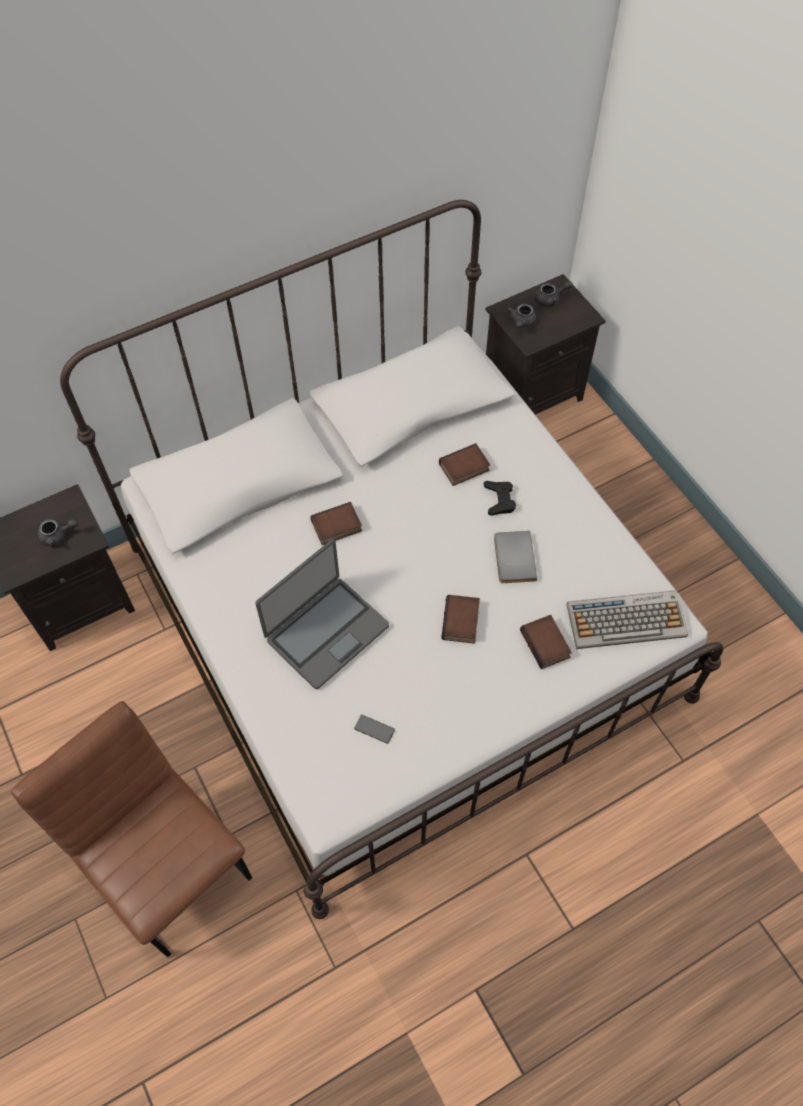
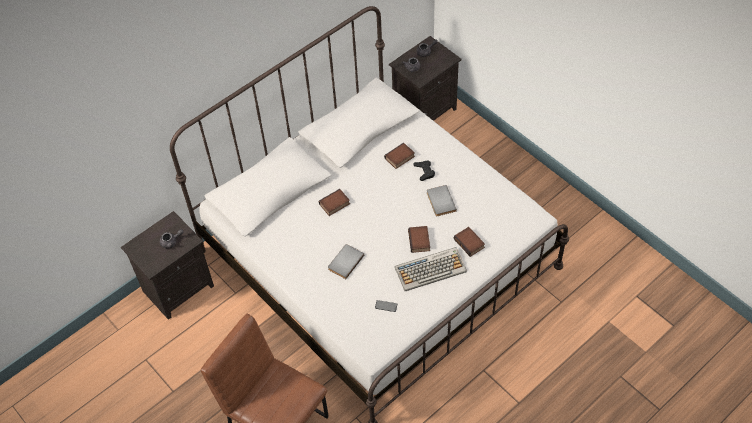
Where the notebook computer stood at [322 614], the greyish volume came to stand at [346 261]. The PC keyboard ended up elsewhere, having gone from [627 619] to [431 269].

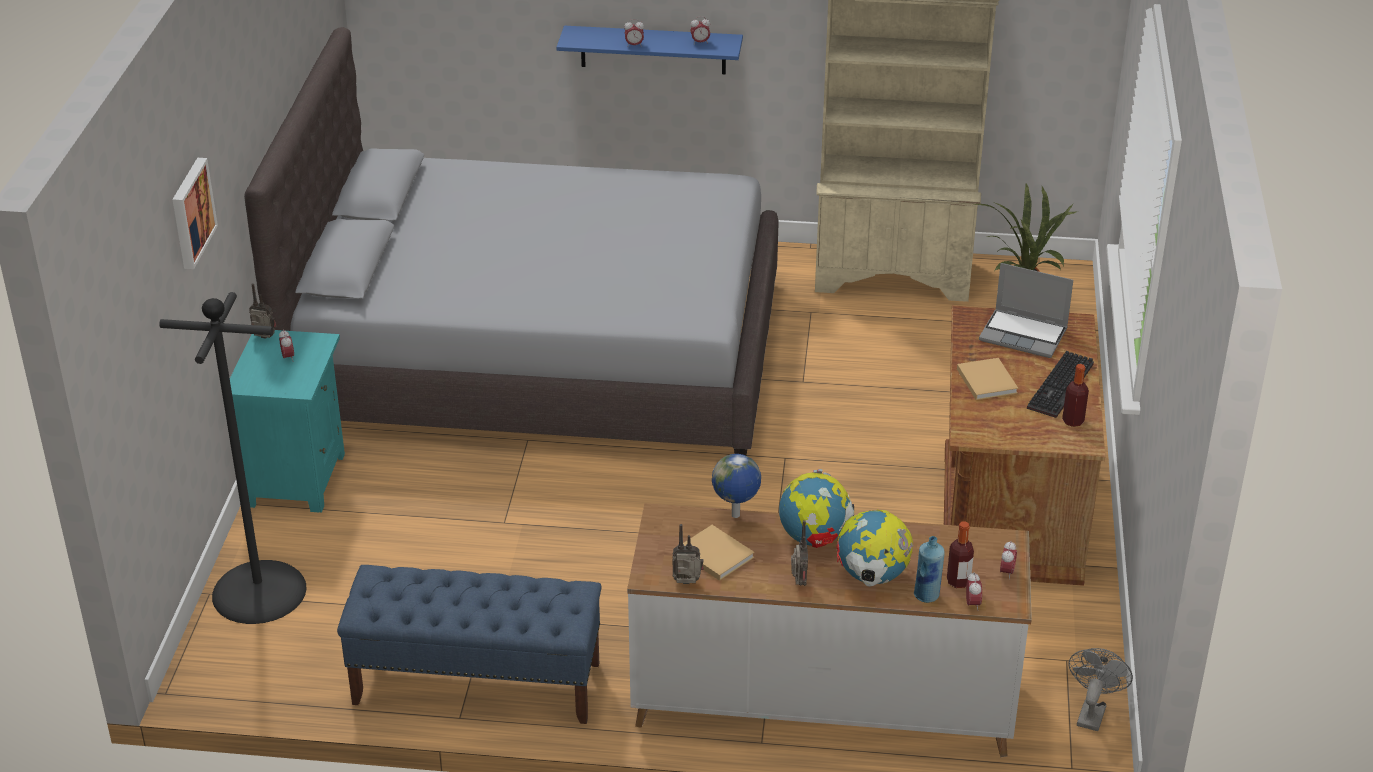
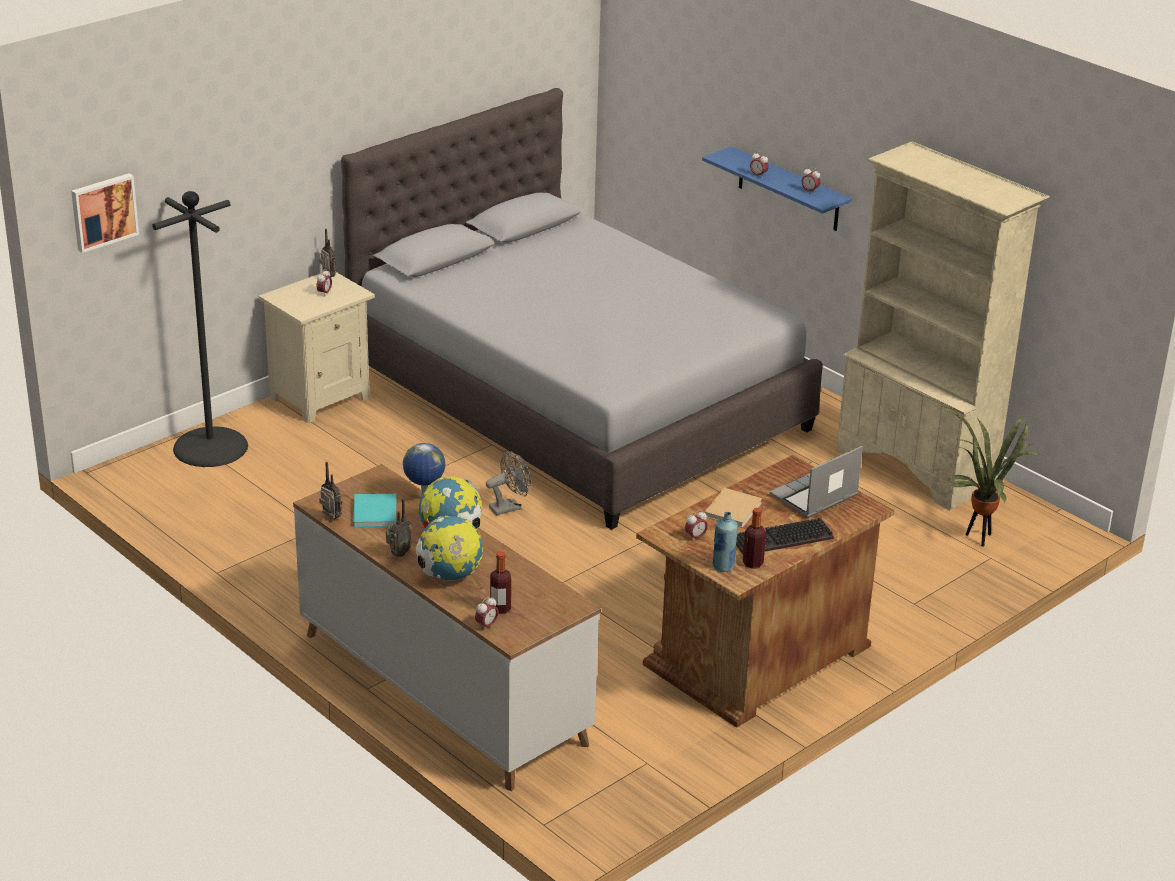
The wall picture ended up elsewhere, having gone from [195 213] to [105 213]. What was the blue-green bedside table at [287 421] turned into the sand-coloured bedside table at [317 347]. The second view lost the bluish bench at [469 644]. What was the sand-coloured volume at [718 553] turned into the blue-green volume at [374 510]. The bluish bottle ended up elsewhere, having gone from [929 569] to [725 542]. The notebook computer at [1026 310] ended up facing another way, 75 degrees clockwise from before. The bedside clock ended up elsewhere, having gone from [1008 560] to [696 526]. The greyish electric fan ended up elsewhere, having gone from [1100 689] to [508 482].

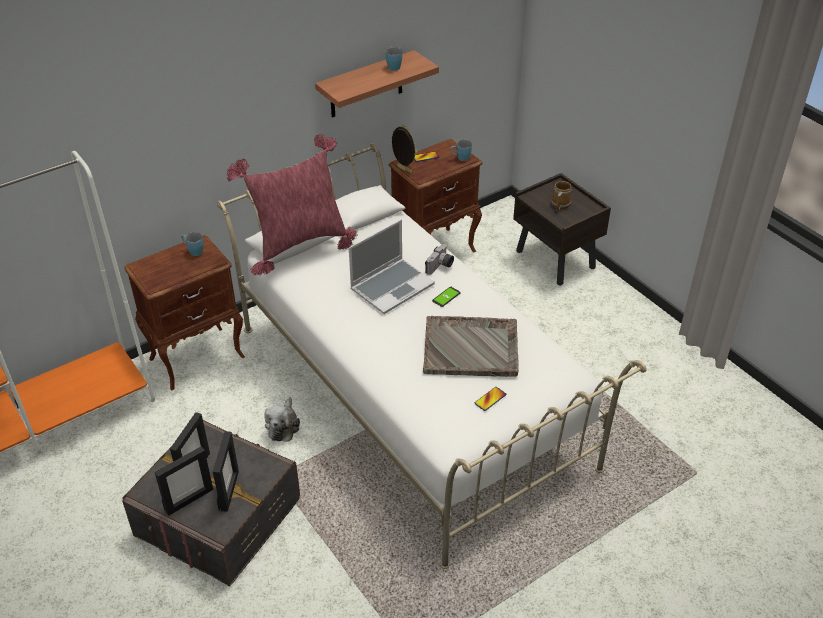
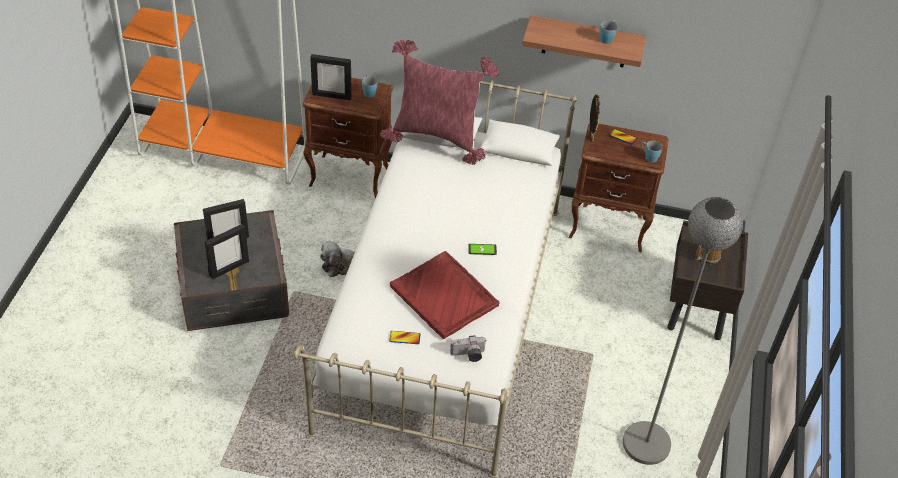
The standing frame ended up elsewhere, having gone from [184 481] to [331 77]. The second view lost the notebook computer at [392 266]. What was the greyish carrying tray at [471 346] turned into the reddish carrying tray at [445 295]. The photo camera ended up elsewhere, having gone from [439 259] to [468 348]. The second view gained the greyish standing lamp at [683 331].

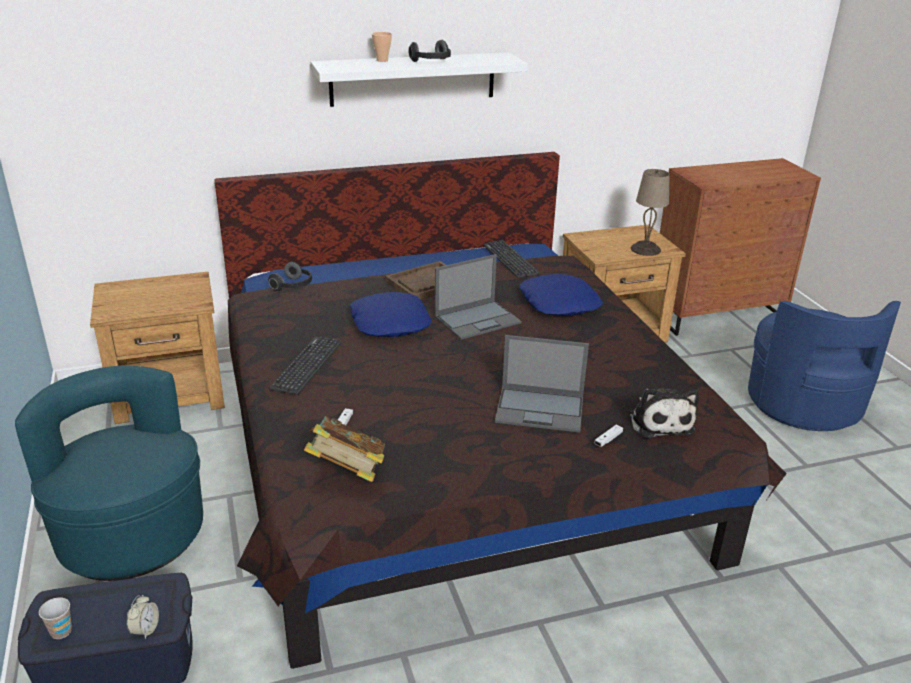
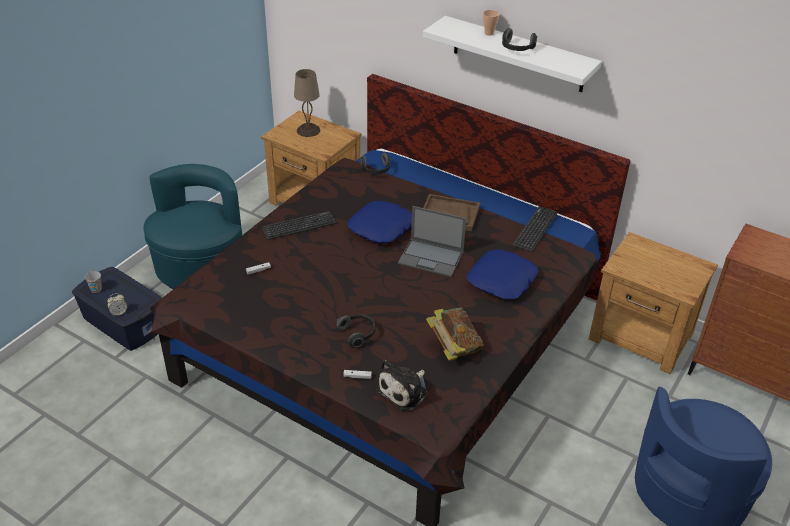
The volume ended up elsewhere, having gone from [344 449] to [455 334]. Where the notebook computer stood at [542 384], the headset came to stand at [356 330]. The sand-coloured table lamp ended up elsewhere, having gone from [650 212] to [307 103].

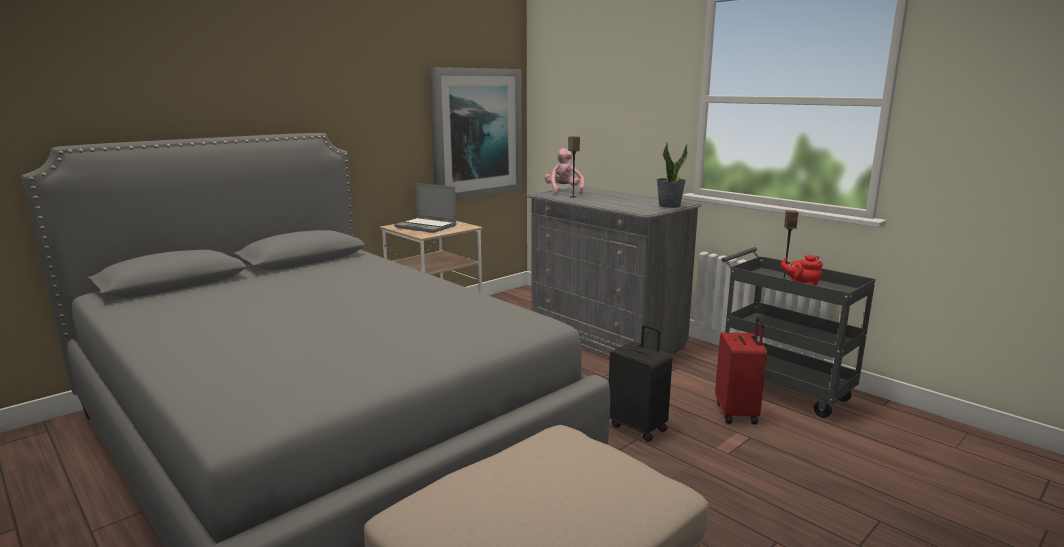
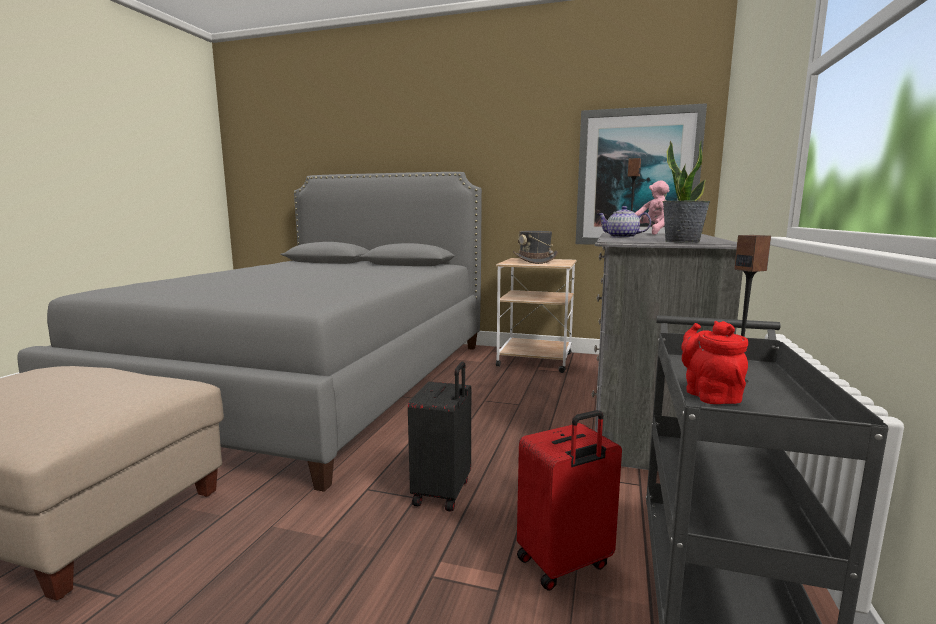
Where the notebook computer stood at [425 208], the greyish clothing hat came to stand at [535 247]. The second view gained the pot for tea at [624 222].

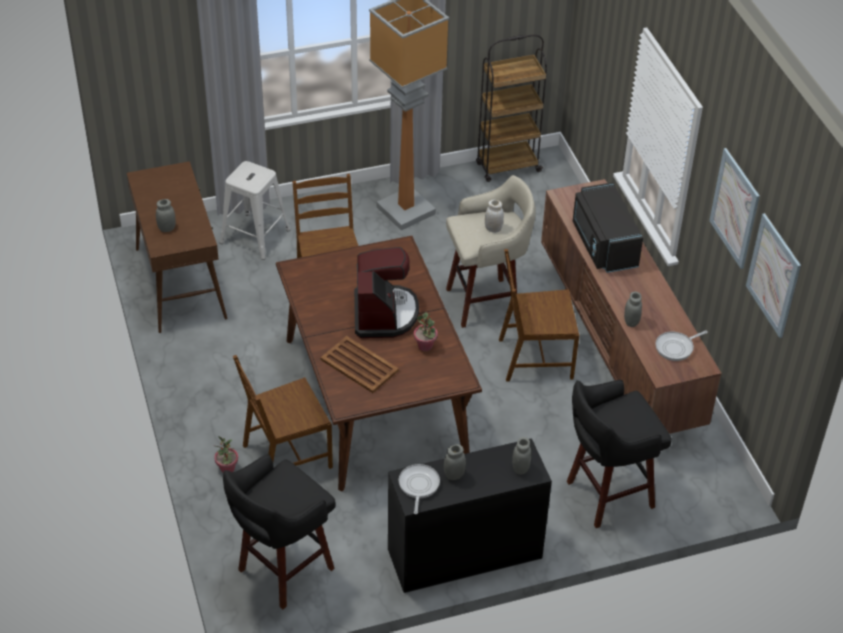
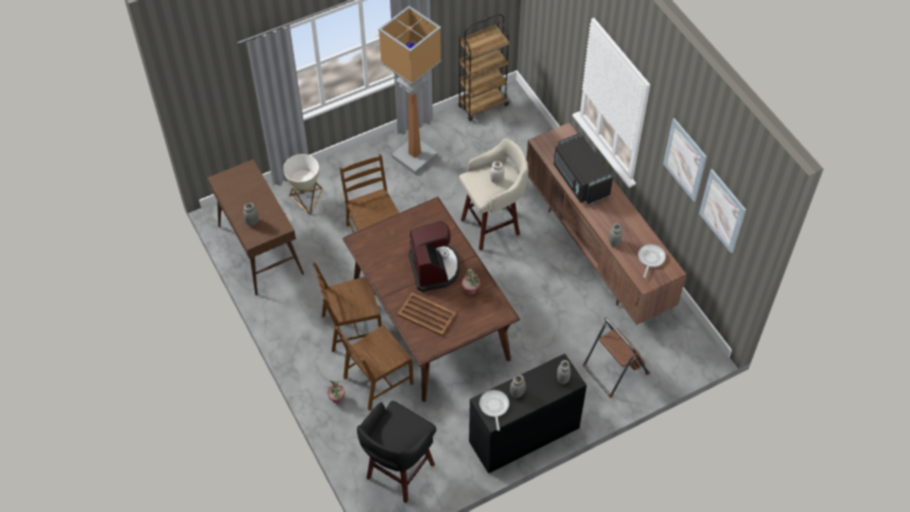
Where the white sitting stool stood at [255 210], the plant pot came to stand at [302 184]. The brown chair ended up elsewhere, having gone from [539 315] to [346 307]. Where the black-coloured sitting stool stood at [619 454], the brown step stool came to stand at [617 357]. The frying pan at [682 345] ended up facing another way, 150 degrees clockwise from before.

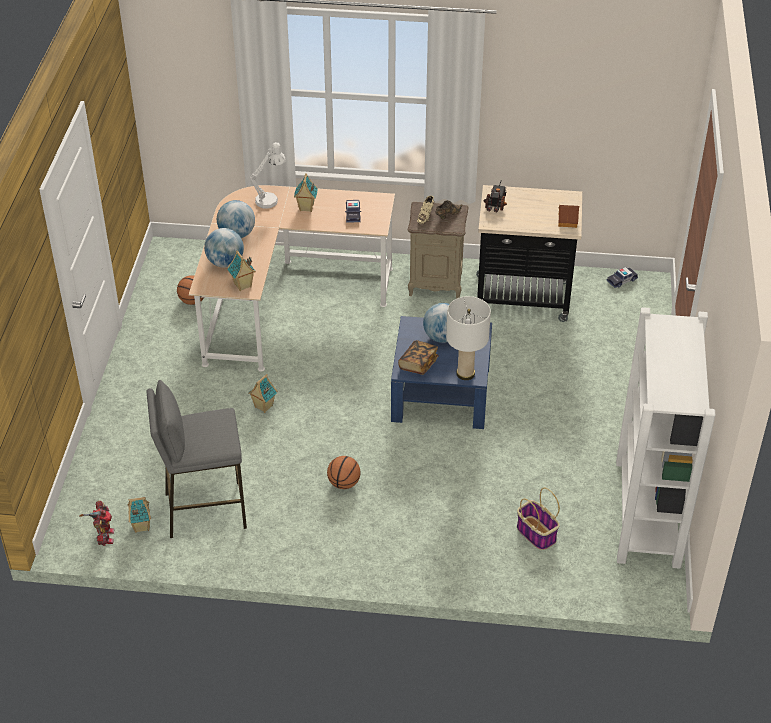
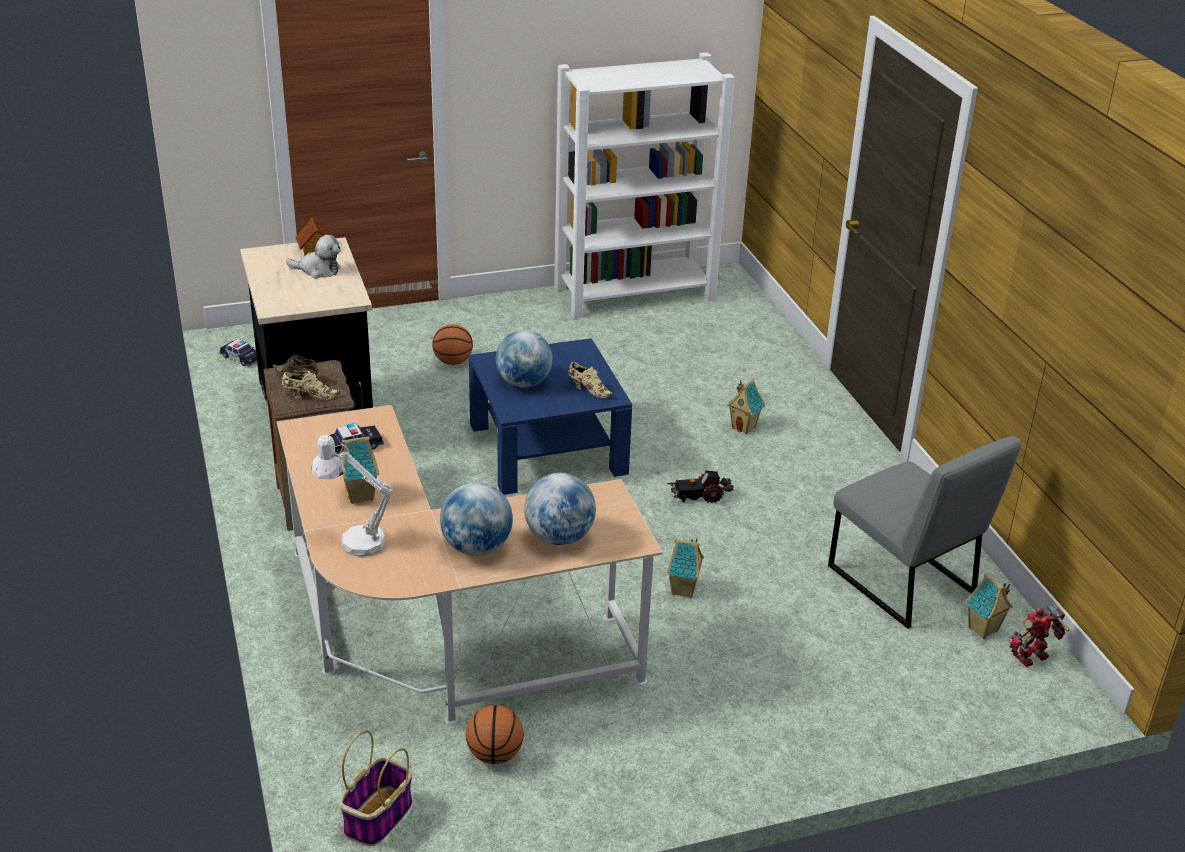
Where the greyish sitting stool stood at [196 459], the greyish chair came to stand at [925 532]. The model house ended up elsewhere, having gone from [241 271] to [746 406]. The ball for basketball ended up elsewhere, having gone from [344 472] to [452 344]. Where the volume stood at [418 357], the sand-coloured item of footwear came to stand at [590 380]. The second view lost the white table lamp at [468 338]. The model truck ended up elsewhere, having gone from [495 197] to [700 486]. The household basket ended up elsewhere, having gone from [538 519] to [375 788]. The second view gained the cuddly toy at [313 256].

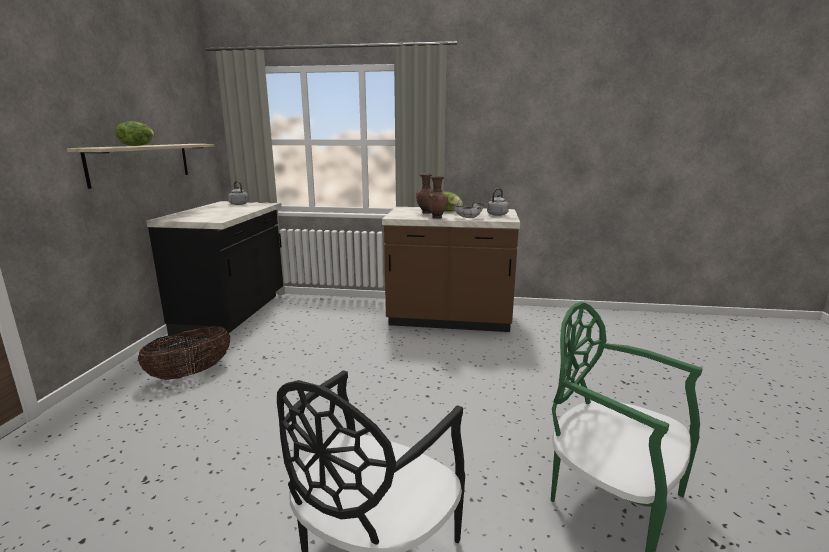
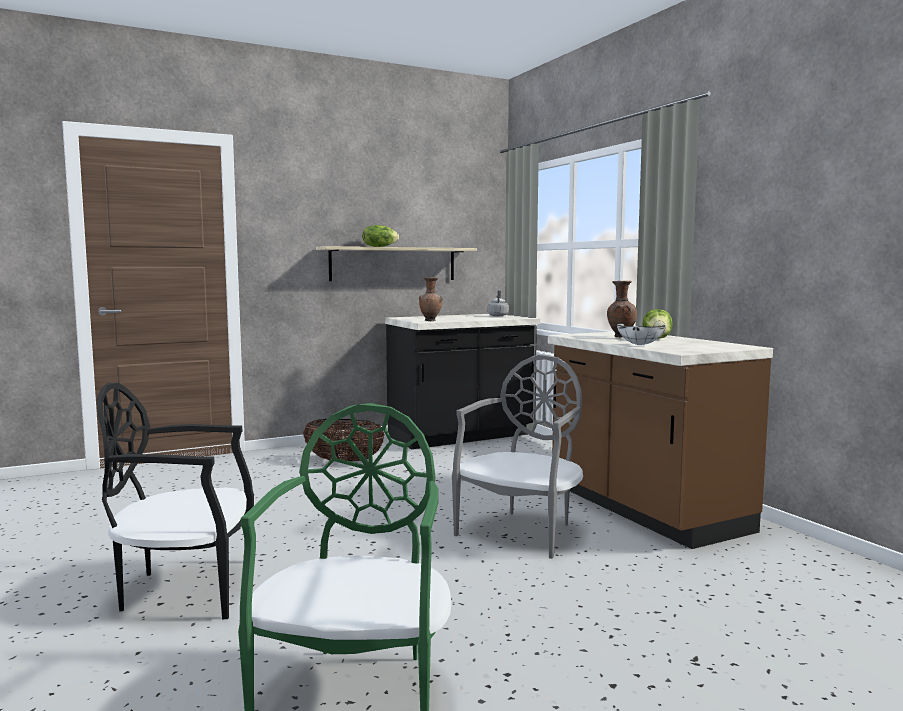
The brown decorative vase ended up elsewhere, having gone from [437 197] to [431 299]. The second view lost the greyish water kettle at [497 202]. The second view gained the greyish chair at [517 457].

